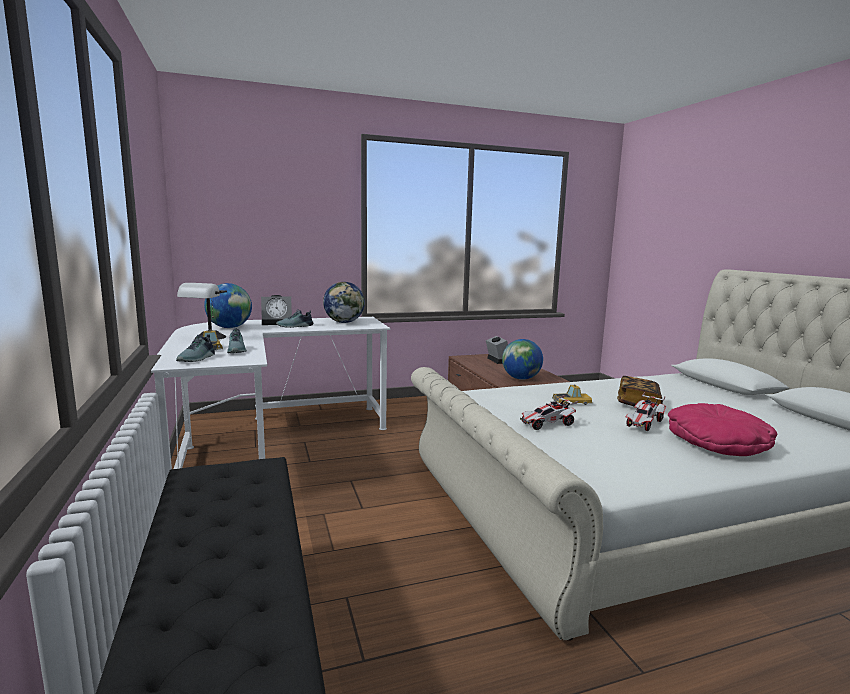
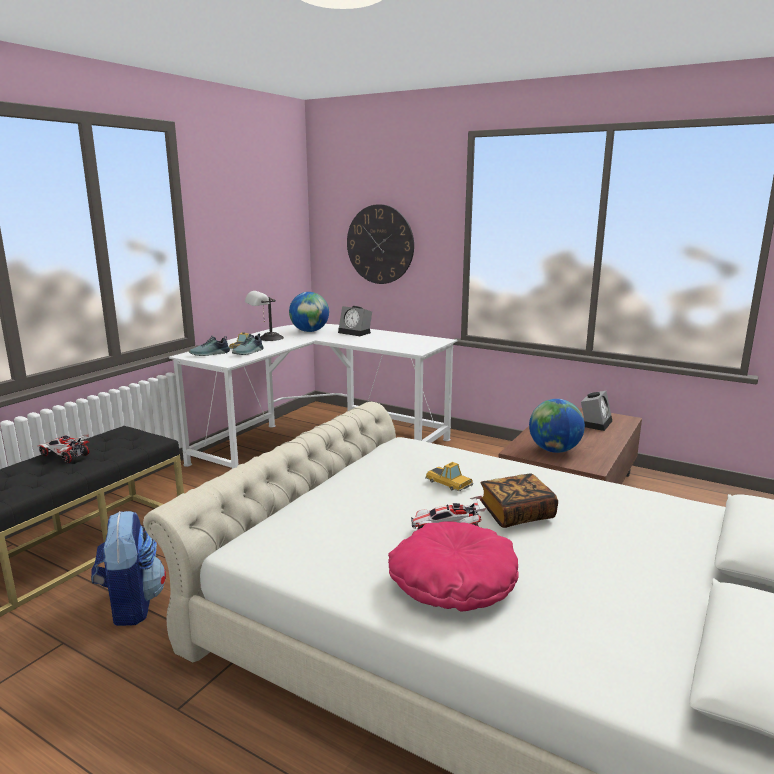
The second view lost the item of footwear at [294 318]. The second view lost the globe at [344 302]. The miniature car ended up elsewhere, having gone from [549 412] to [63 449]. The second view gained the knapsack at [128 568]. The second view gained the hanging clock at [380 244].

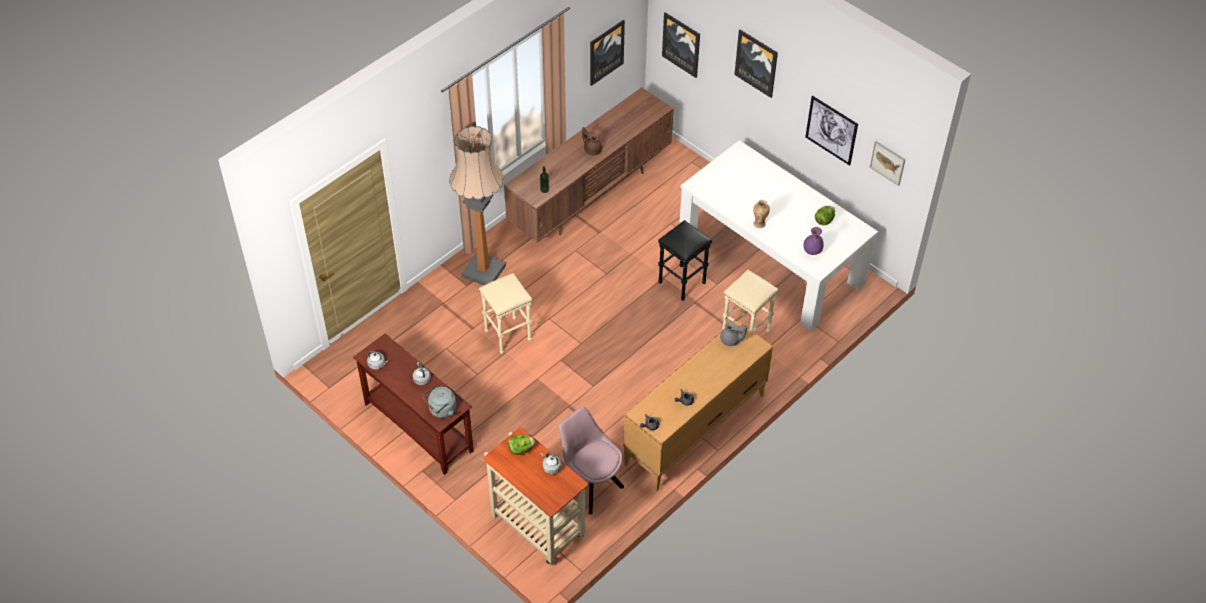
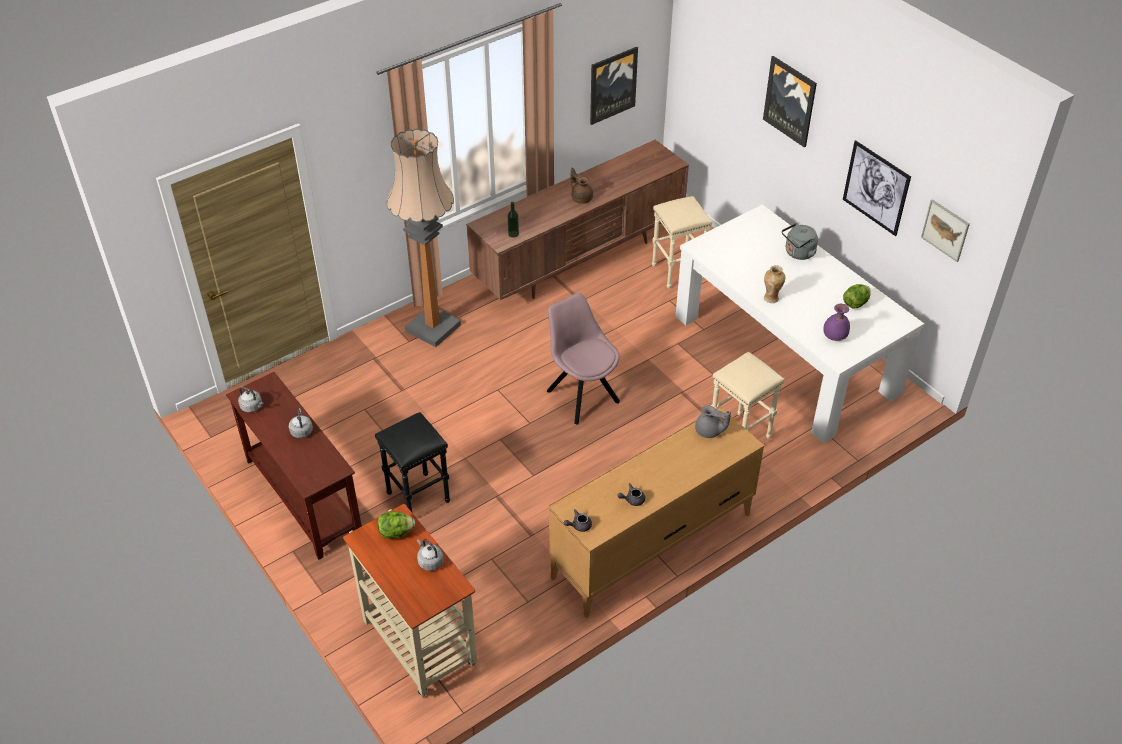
The greyish water kettle ended up elsewhere, having gone from [439 402] to [800 241]. The sand-coloured sitting stool ended up elsewhere, having gone from [505 313] to [682 242]. The pinkish chair ended up elsewhere, having gone from [591 460] to [583 358]. The black-coloured sitting stool ended up elsewhere, having gone from [685 260] to [412 462]. The second view lost the wall picture at [681 45].

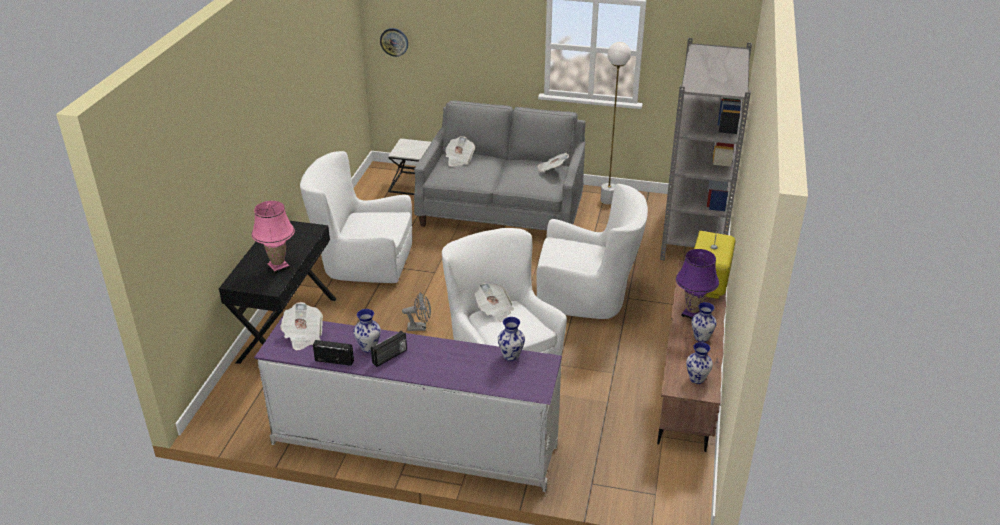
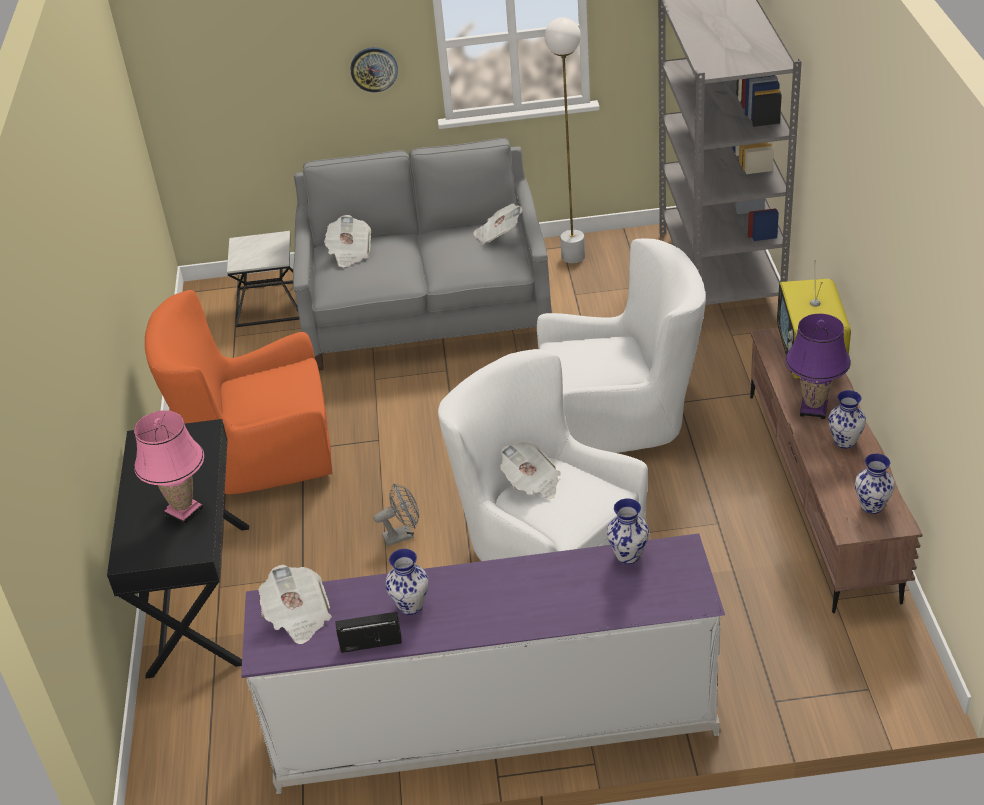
What was the white easy chair at [356 217] turned into the orange-coloured easy chair at [238 392]. The second view lost the radio set at [389 349]. The hanging clock ended up elsewhere, having gone from [394 42] to [374 69].

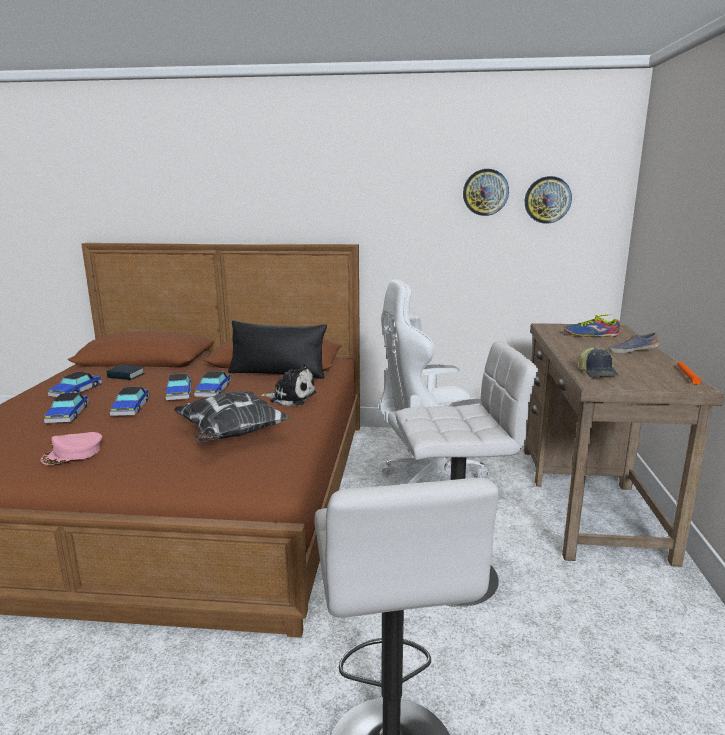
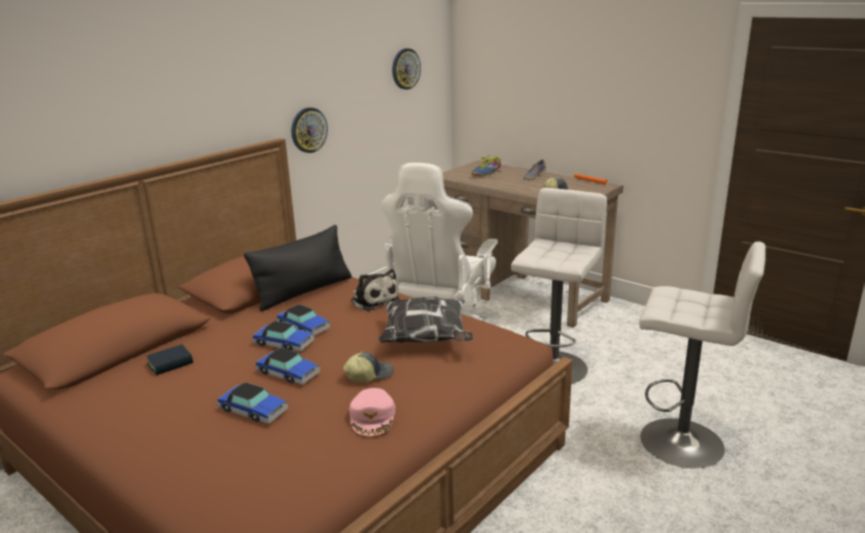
The second view lost the miniature car at [75 384]. The cuddly toy at [288 385] ended up facing another way, 90 degrees clockwise from before. The hanging clock ended up elsewhere, having gone from [486 192] to [309 130]. The second view gained the cap at [368 367].

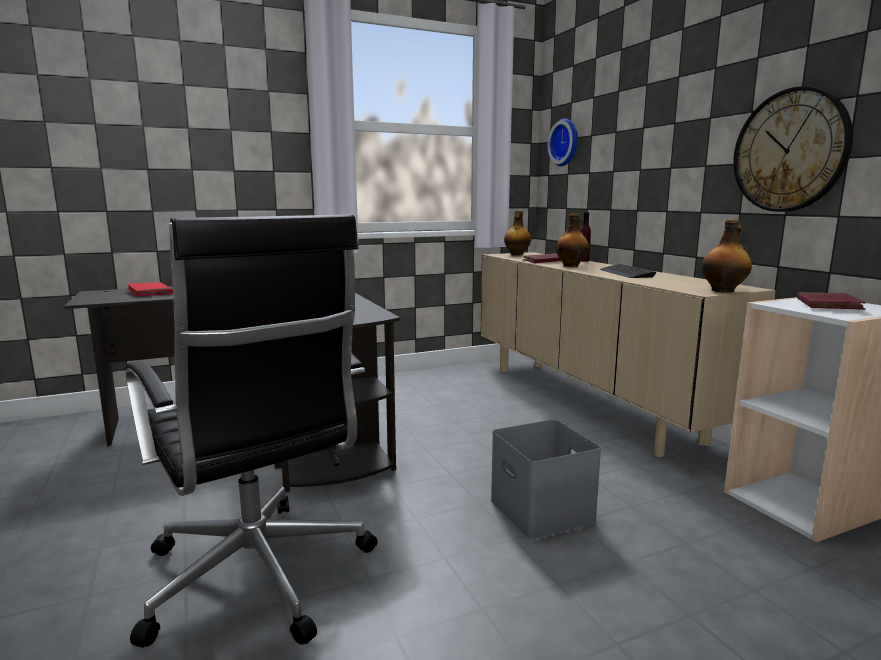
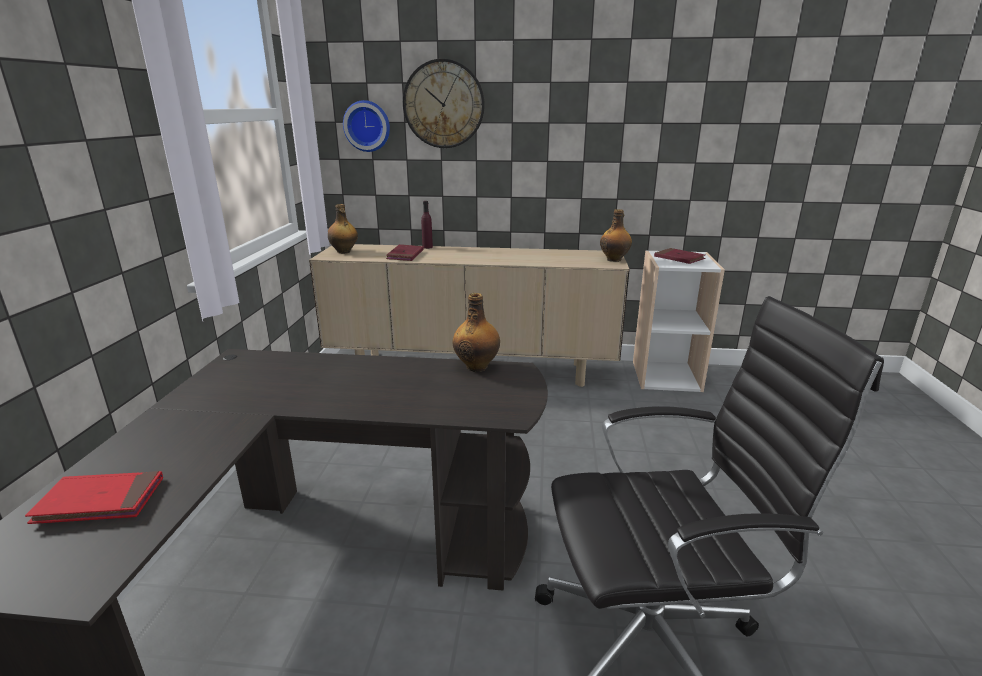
The second view lost the greyish storage box at [546 479]. The bottle ended up elsewhere, having gone from [572 240] to [476 332]. The second view lost the PC keyboard at [628 271]. The hanging clock ended up elsewhere, having gone from [793 149] to [444 103].

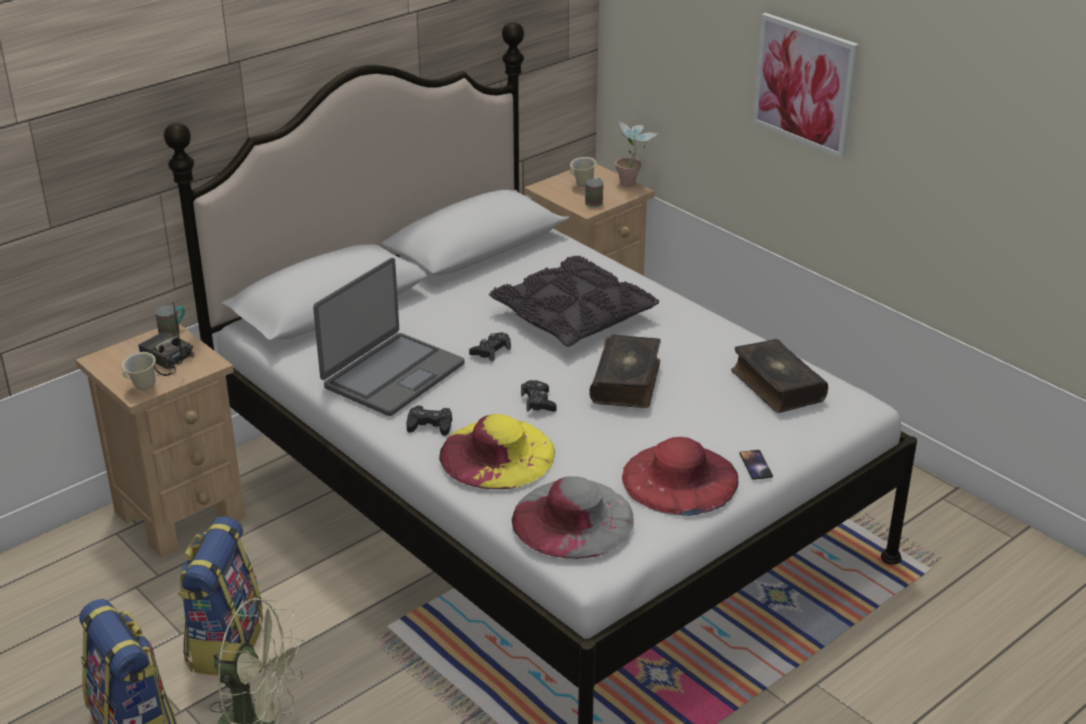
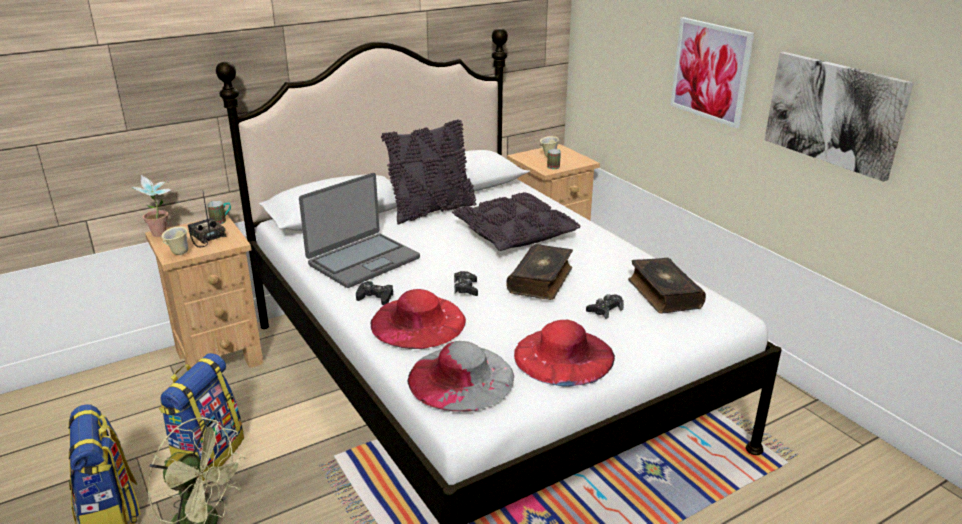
What was the yellow-coloured clothing hat at [497 451] turned into the reddish clothing hat at [418 319]. The black-coloured game controller ended up elsewhere, having gone from [490 347] to [605 306]. The plant in a pot ended up elsewhere, having gone from [637 153] to [151 206]. The second view lost the phone at [756 465]. The second view gained the black-coloured pillow at [428 172]. The second view gained the wall picture at [839 117].

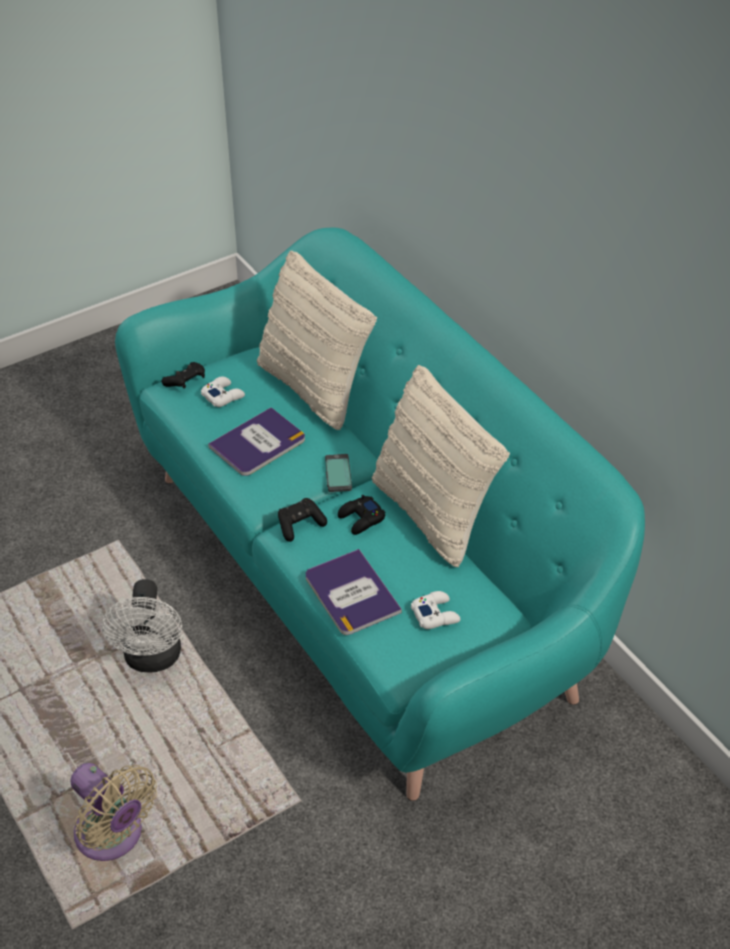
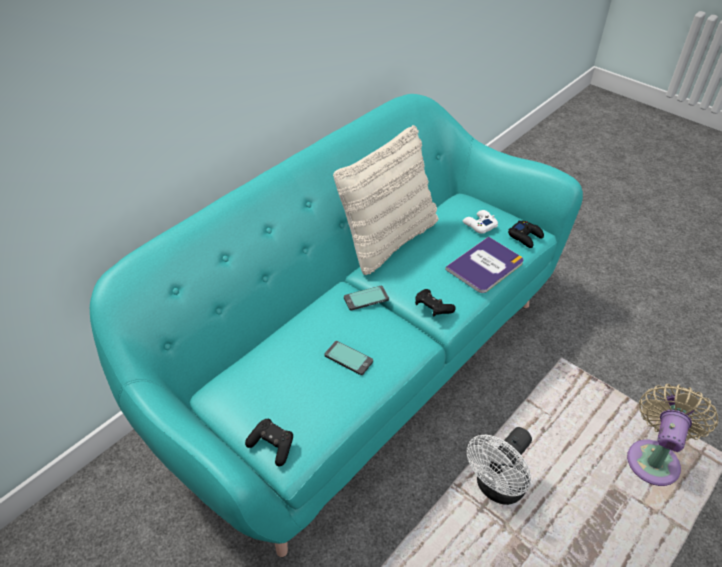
The white electric fan at [142 626] ended up facing another way, 150 degrees clockwise from before. The second view lost the white game controller at [223 391]. Where the volume stood at [256 441], the phone came to stand at [348 358]. The second view lost the sand-coloured pillow at [317 340]. The black-coloured game controller ended up elsewhere, having gone from [361 515] to [526 234].

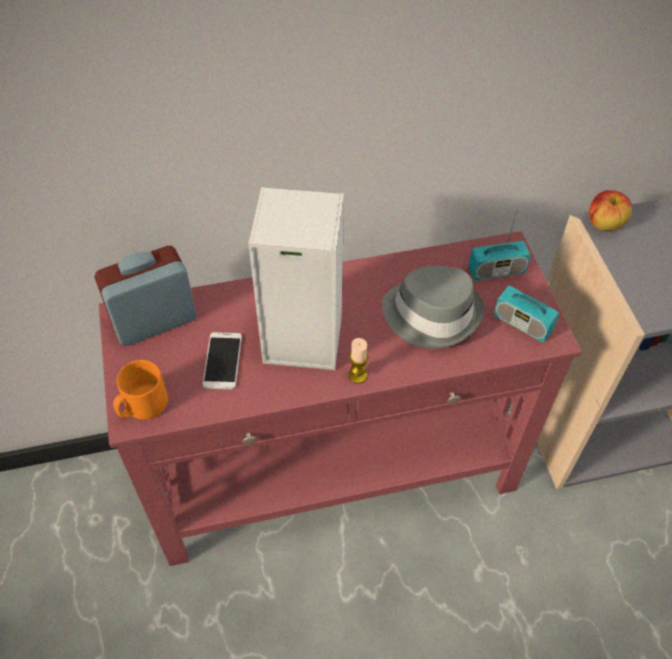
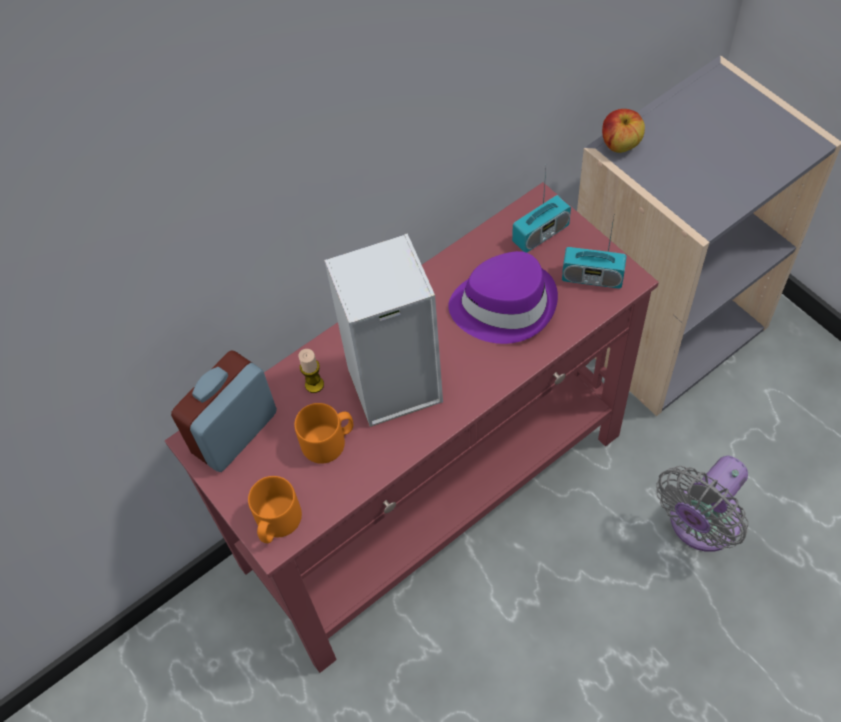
Where the phone stood at [222 360], the orange-coloured tea mug came to stand at [323 433]. The wax light ended up elsewhere, having gone from [359 361] to [311 371]. What was the greyish clothing hat at [433 307] turned into the purplish clothing hat at [503 297]. The second view gained the greyish electric fan at [702 504].

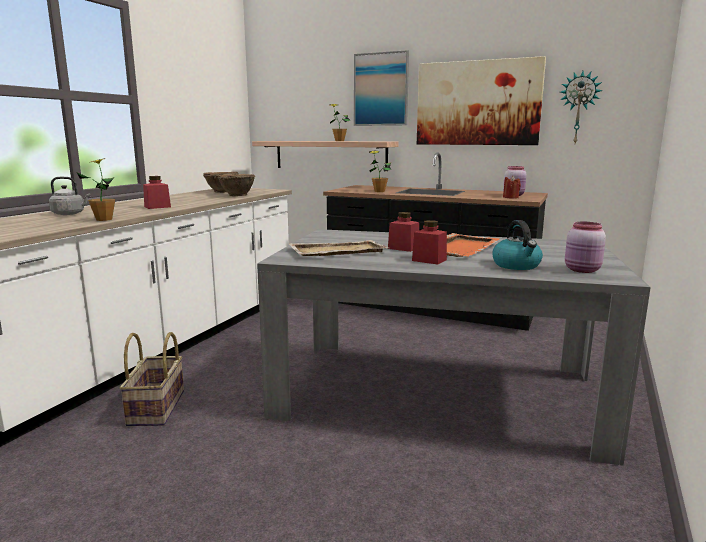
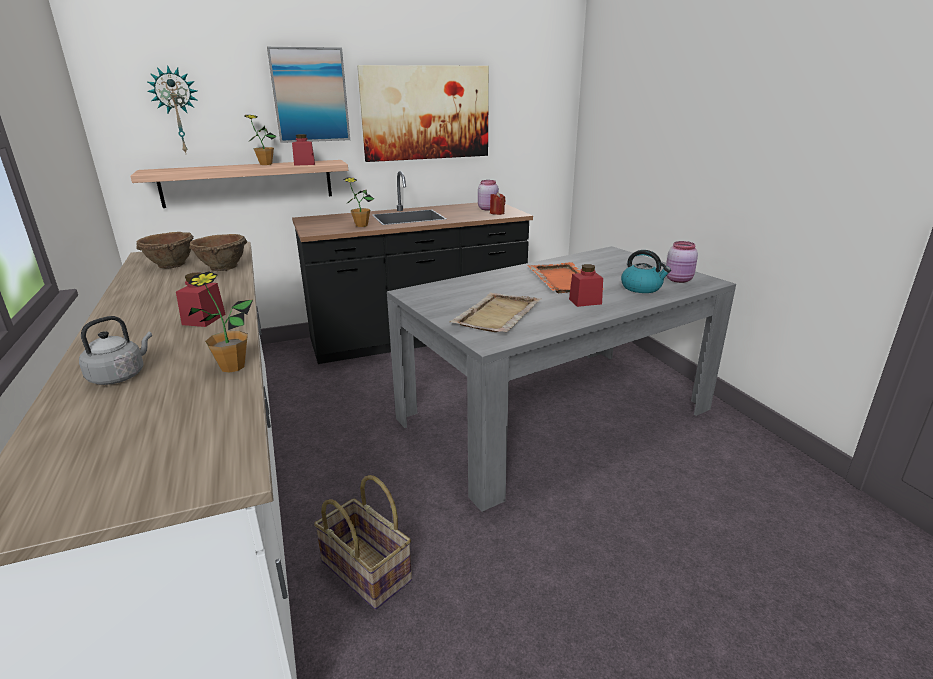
The reddish storage jar ended up elsewhere, having gone from [403 232] to [303 150]. The hanging clock ended up elsewhere, having gone from [581 107] to [171 109].

